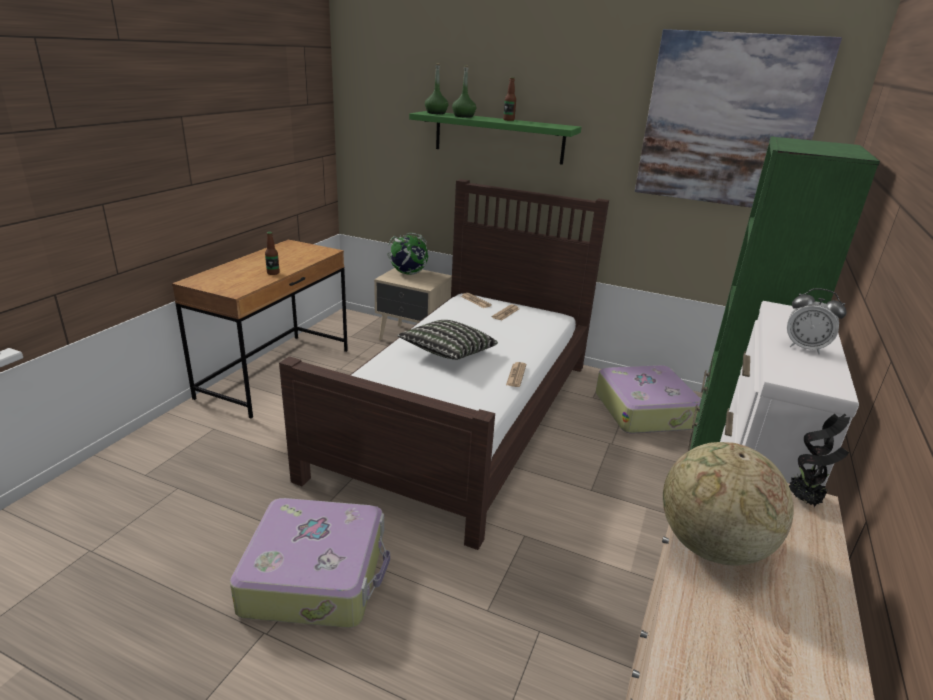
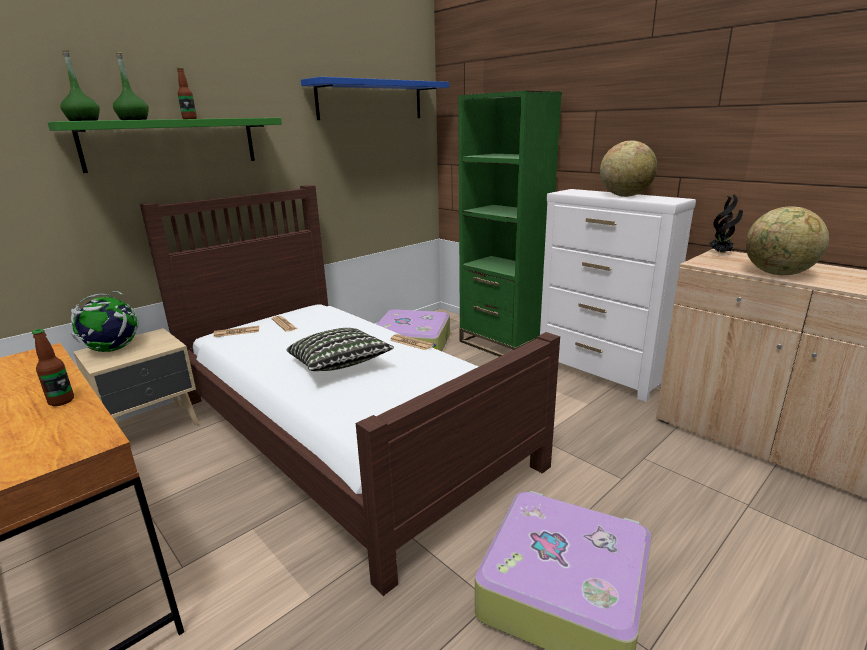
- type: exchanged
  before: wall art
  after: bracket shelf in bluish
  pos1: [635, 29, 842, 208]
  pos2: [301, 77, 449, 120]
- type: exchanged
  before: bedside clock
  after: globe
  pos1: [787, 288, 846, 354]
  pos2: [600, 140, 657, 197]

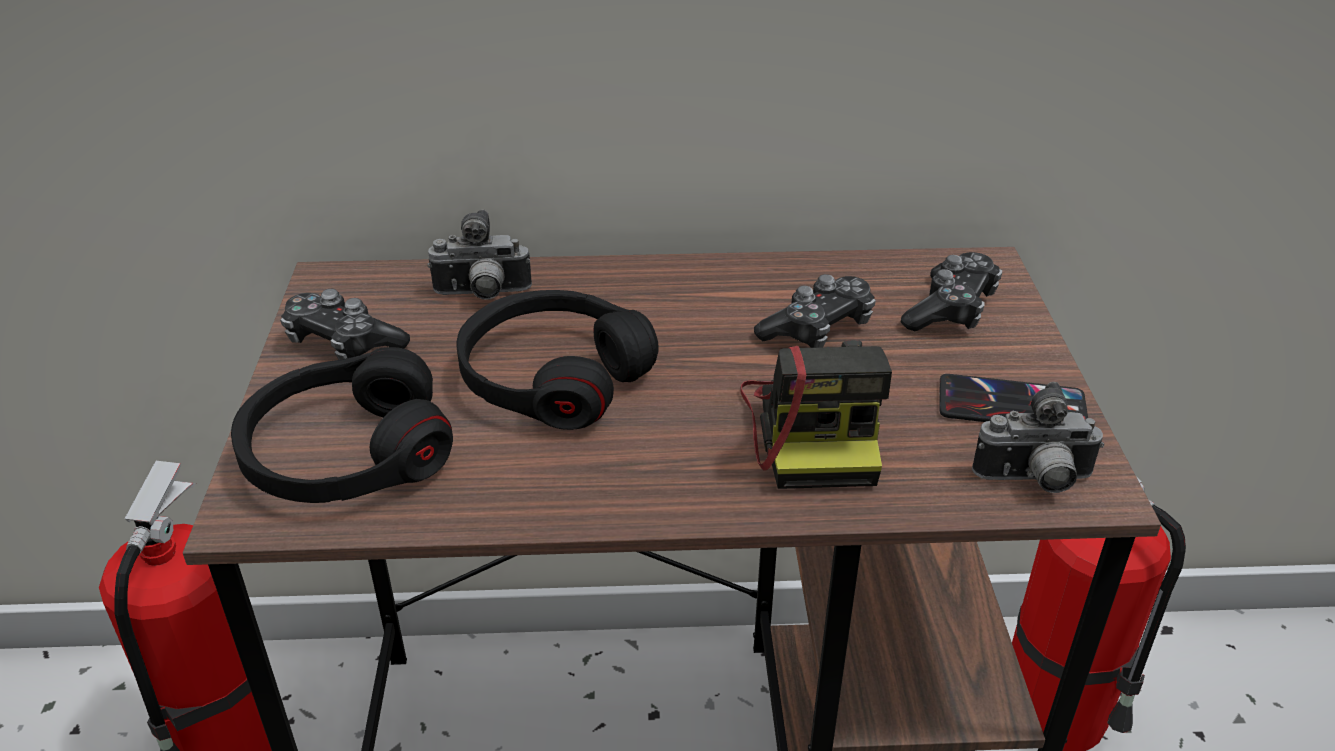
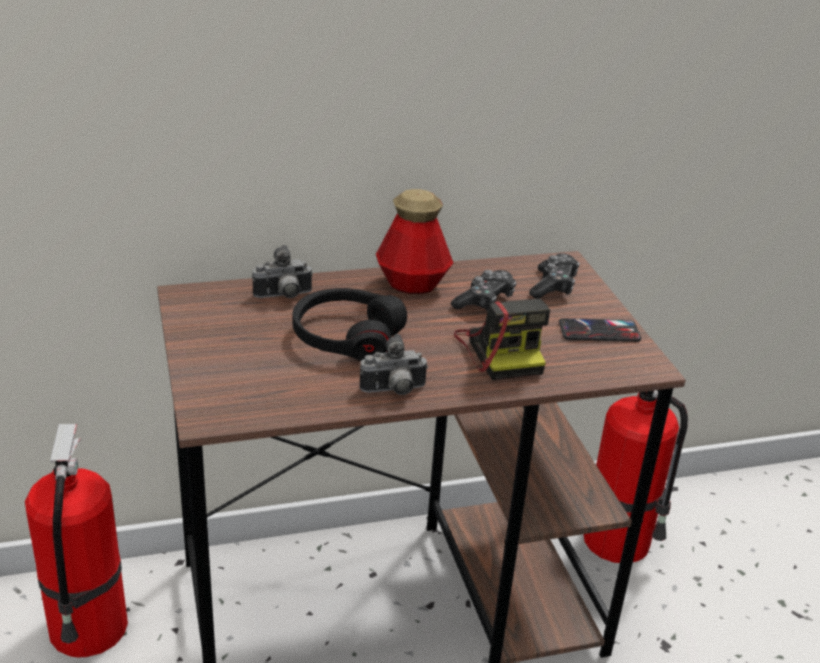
- type: missing
  before: headphones in black
  pos1: [231, 347, 453, 503]
- type: missing
  before: game controller
  pos1: [280, 288, 410, 360]
- type: appeared
  after: beverage bottle
  pos2: [376, 189, 453, 294]
- type: relocated
  before: photo camera
  pos1: [972, 382, 1104, 493]
  pos2: [360, 334, 428, 395]

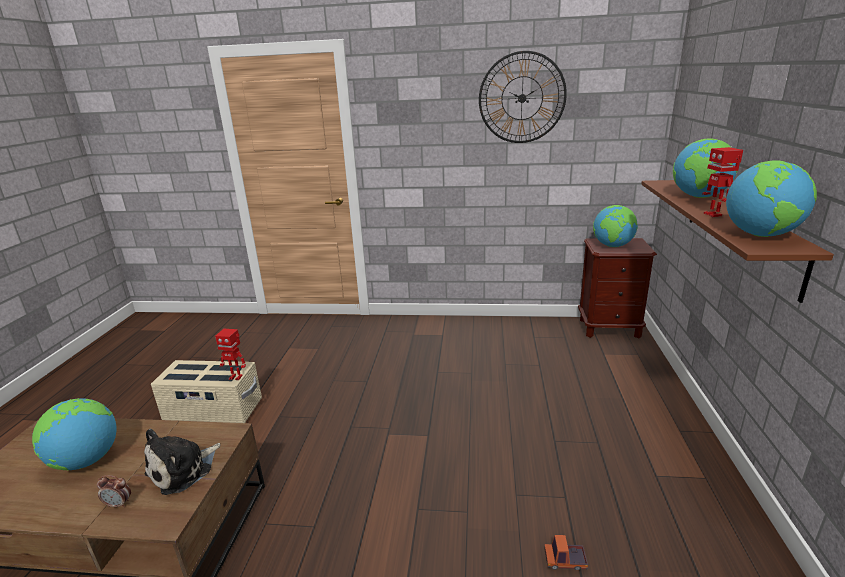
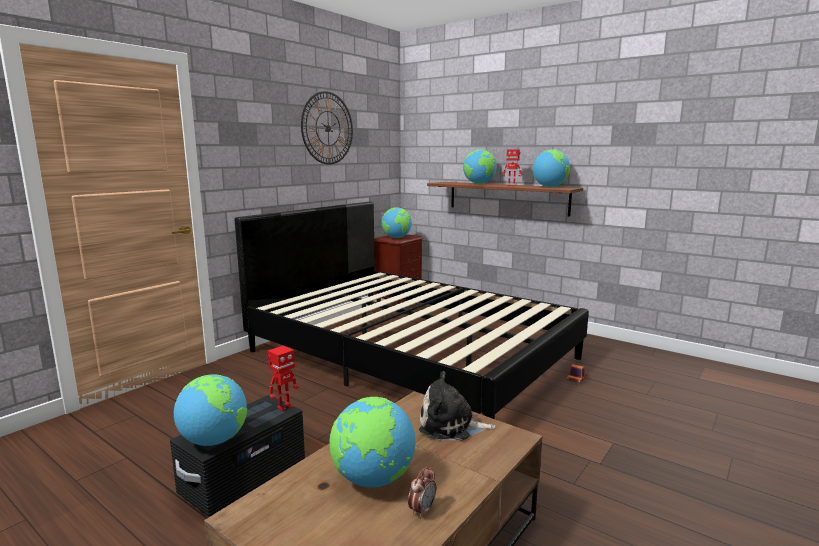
- type: appeared
  after: globe
  pos2: [174, 374, 247, 446]
- type: appeared
  after: bed in black
  pos2: [235, 202, 589, 419]
- type: relocated
  before: bedside clock
  pos1: [97, 475, 131, 508]
  pos2: [408, 467, 436, 519]
- type: colour
  before: storage container in beige
  after: storage container in black
  pos1: [151, 360, 262, 423]
  pos2: [170, 395, 305, 517]
- type: spun
  before: soft toy
  pos1: [144, 428, 220, 495]
  pos2: [419, 371, 496, 441]
  turn: 120

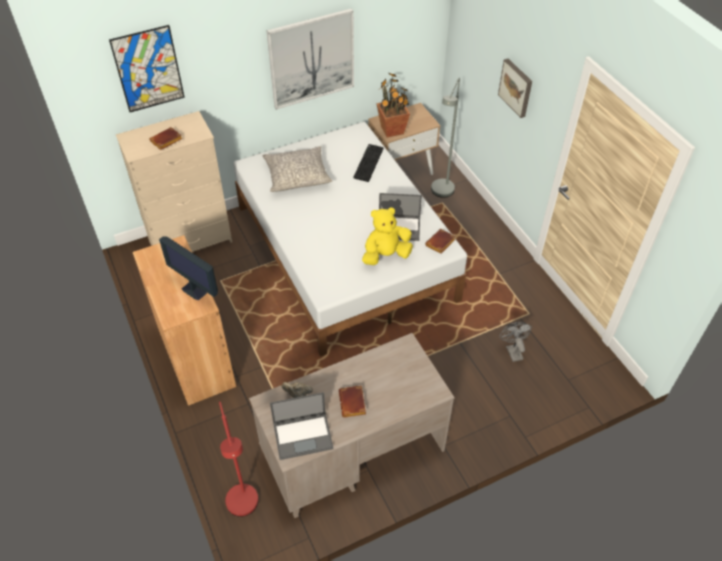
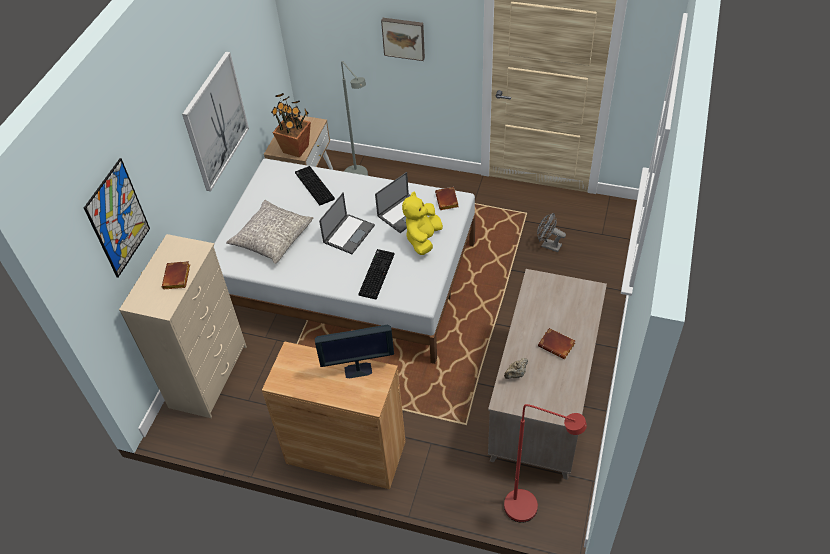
- type: appeared
  after: keyboard
  pos2: [358, 249, 394, 299]
- type: relocated
  before: laptop
  pos1: [270, 392, 334, 460]
  pos2: [319, 192, 375, 254]

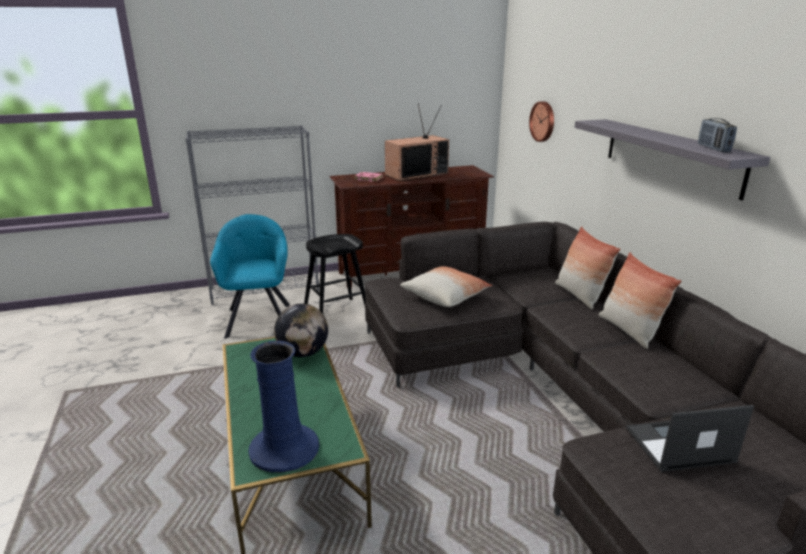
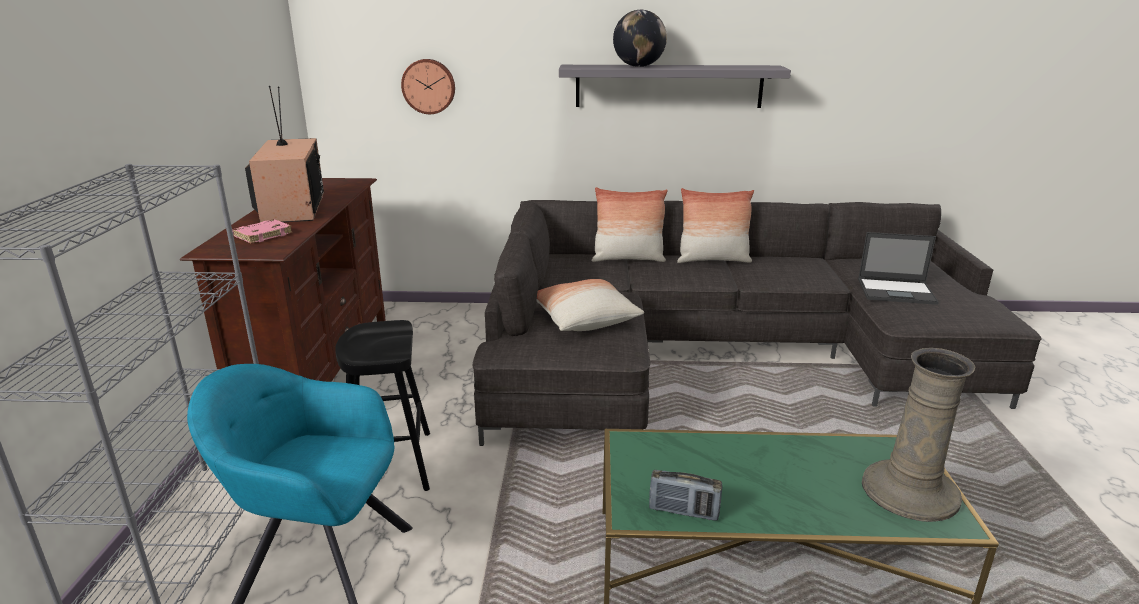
- type: relocated
  before: globe
  pos1: [274, 304, 328, 357]
  pos2: [613, 10, 667, 67]
- type: relocated
  before: radio
  pos1: [698, 118, 737, 152]
  pos2: [649, 470, 722, 521]
- type: colour
  before: decorative vase in bluish
  after: decorative vase in beige
  pos1: [248, 341, 320, 473]
  pos2: [862, 348, 975, 522]
- type: spun
  before: laptop
  pos1: [626, 405, 754, 472]
  pos2: [858, 232, 939, 305]
  turn: -90

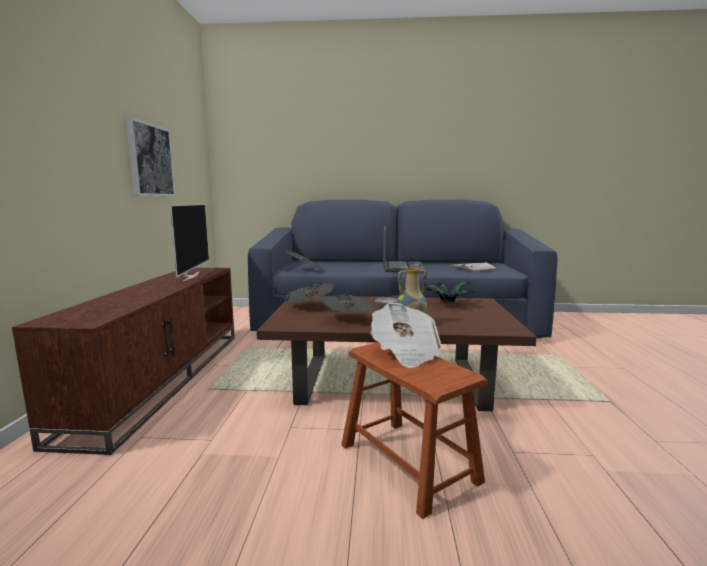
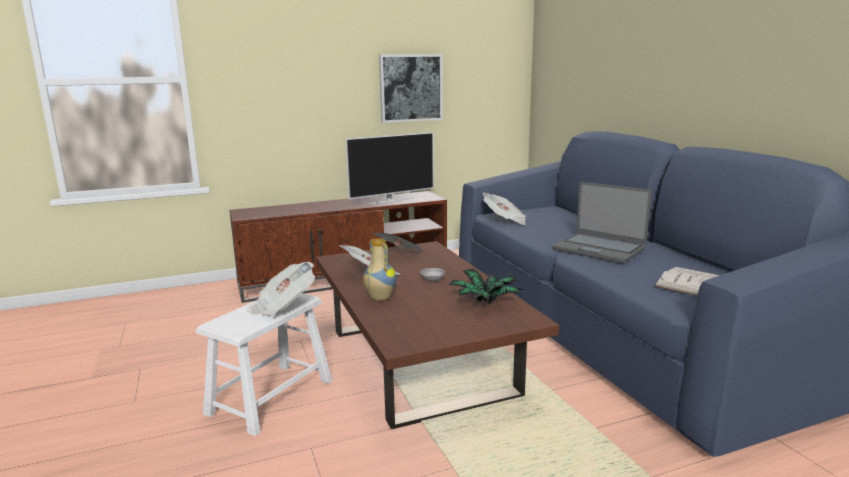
- type: colour
  before: sitting stool in brown
  after: sitting stool in whitish
  pos1: [341, 342, 488, 519]
  pos2: [196, 293, 332, 436]
- type: spun
  before: laptop
  pos1: [383, 226, 425, 272]
  pos2: [553, 182, 652, 263]
  turn: 60

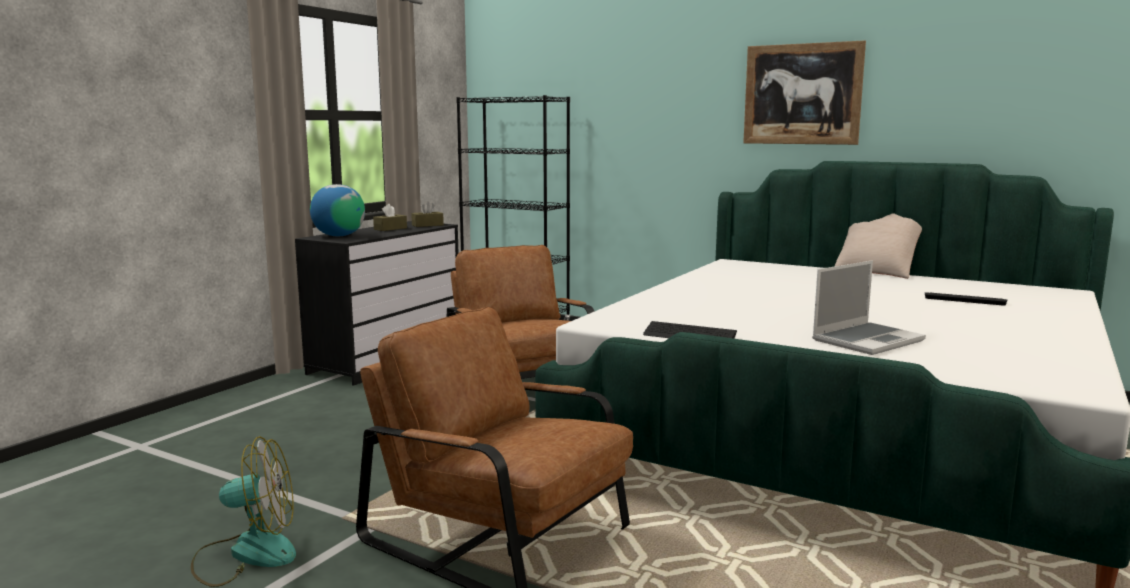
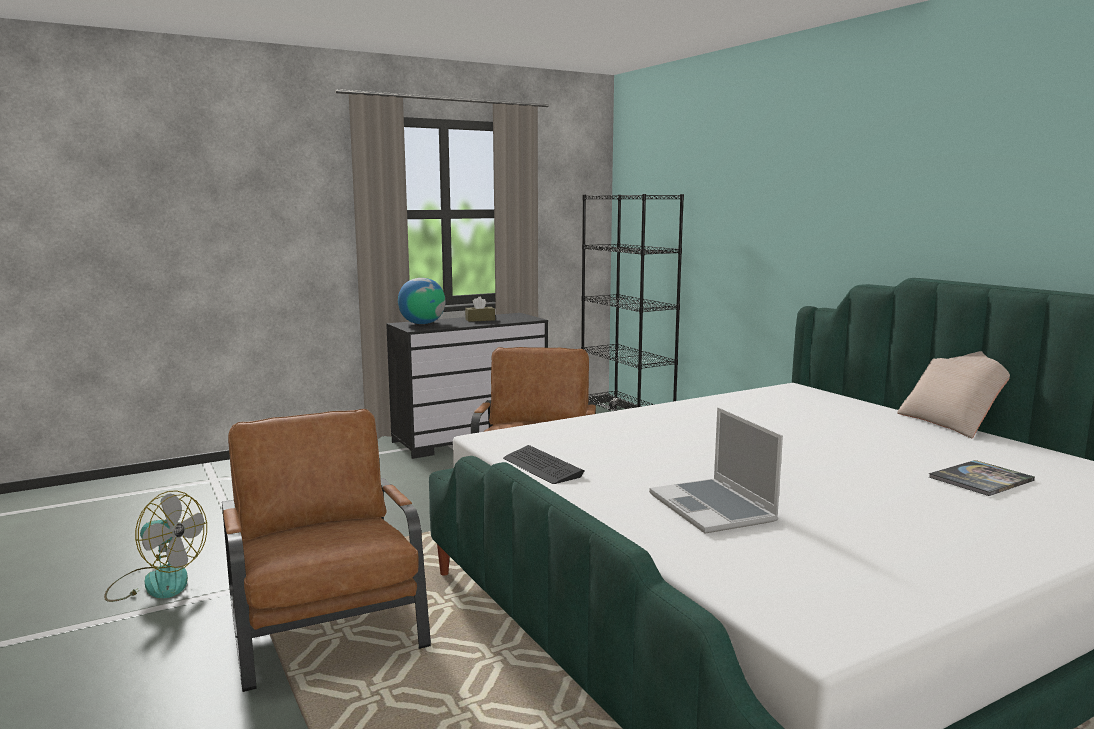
- type: missing
  before: box of tissues in brown
  pos1: [411, 201, 444, 227]
- type: missing
  before: wall art
  pos1: [743, 40, 866, 145]
- type: exchanged
  before: keyboard
  after: book
  pos1: [925, 292, 1008, 306]
  pos2: [929, 460, 1035, 496]
- type: spun
  before: laptop
  pos1: [812, 260, 926, 355]
  pos2: [649, 407, 783, 534]
  turn: 75

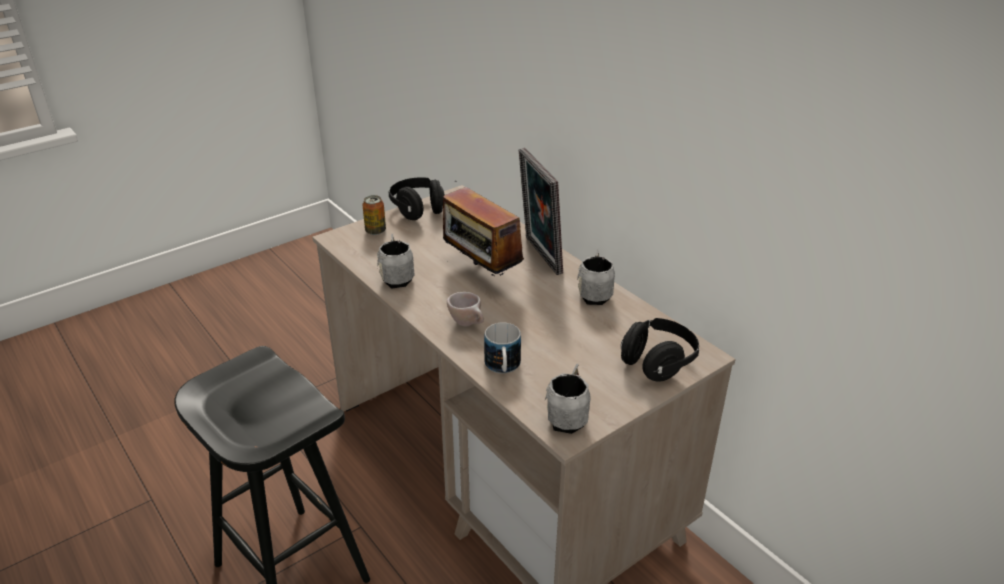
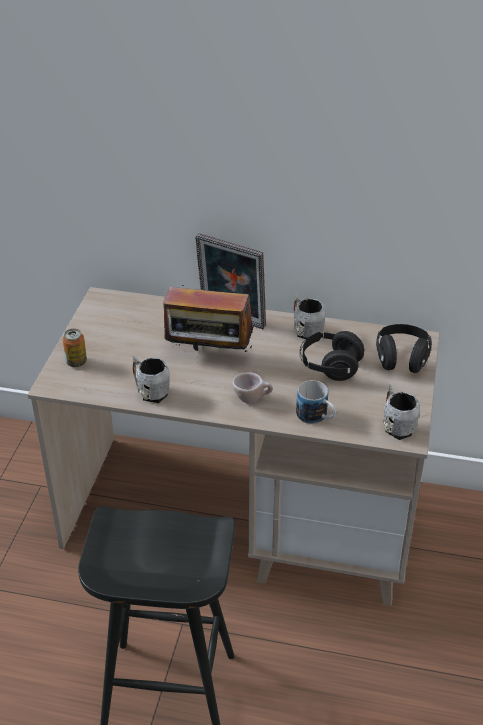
- type: relocated
  before: headphones in black
  pos1: [389, 177, 445, 220]
  pos2: [300, 331, 364, 381]

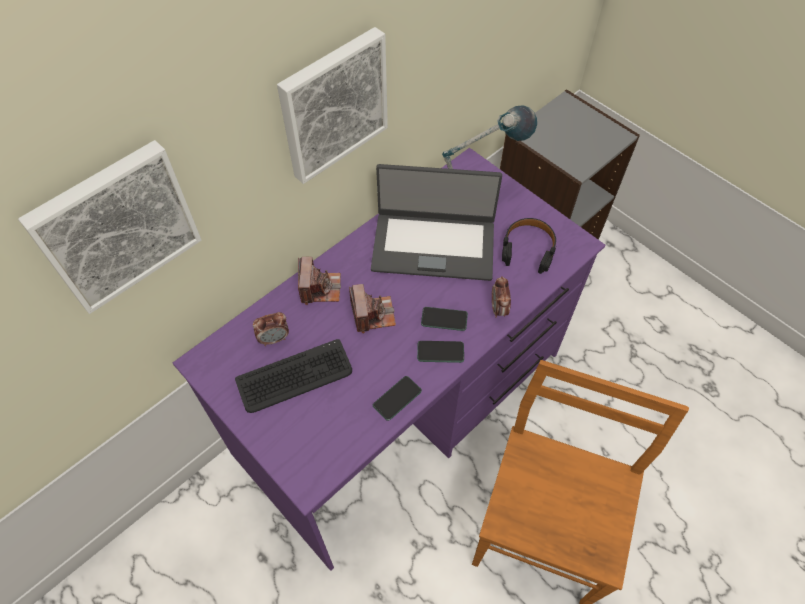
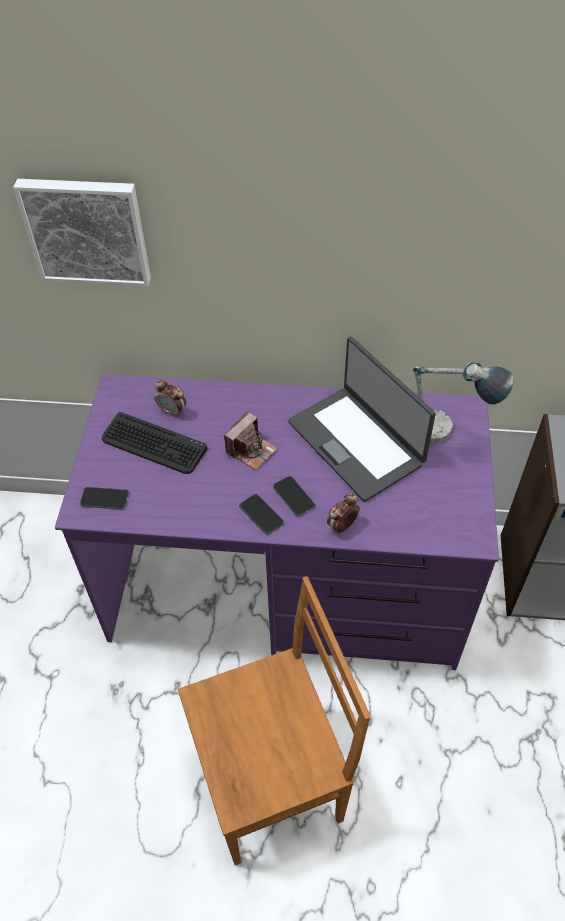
- type: missing
  before: wall art
  pos1: [277, 27, 388, 184]
- type: missing
  before: photo camera
  pos1: [298, 257, 341, 305]
- type: missing
  before: headphones in black
  pos1: [502, 218, 556, 274]
- type: relocated
  before: telephone
  pos1: [373, 376, 422, 421]
  pos2: [80, 487, 129, 510]

